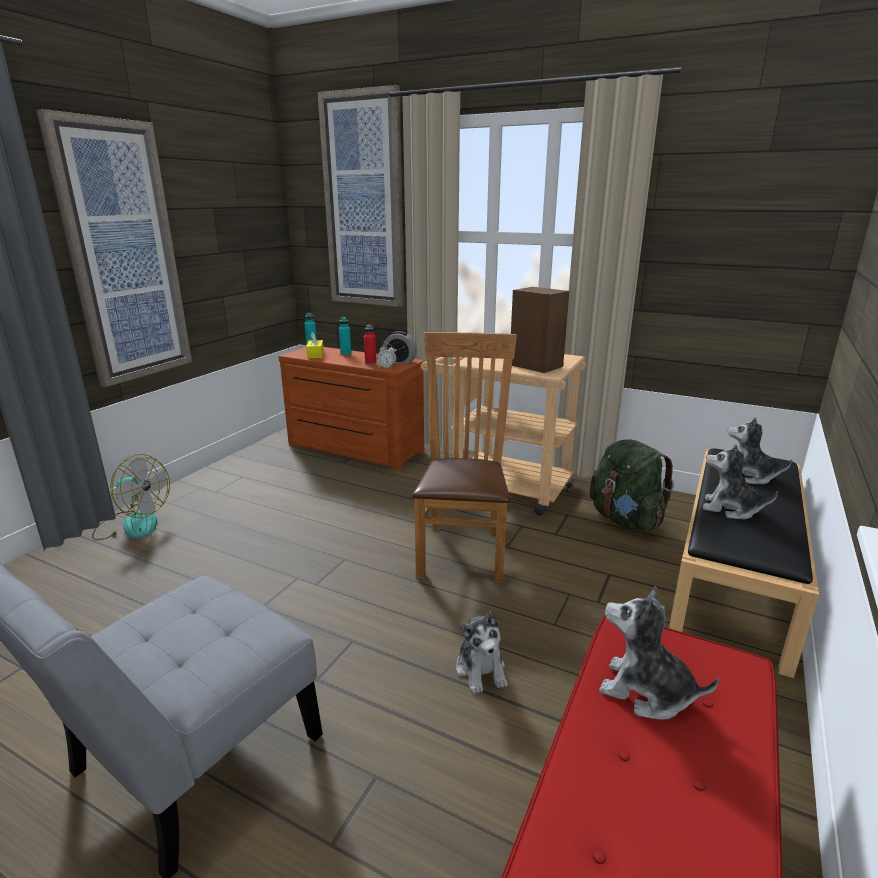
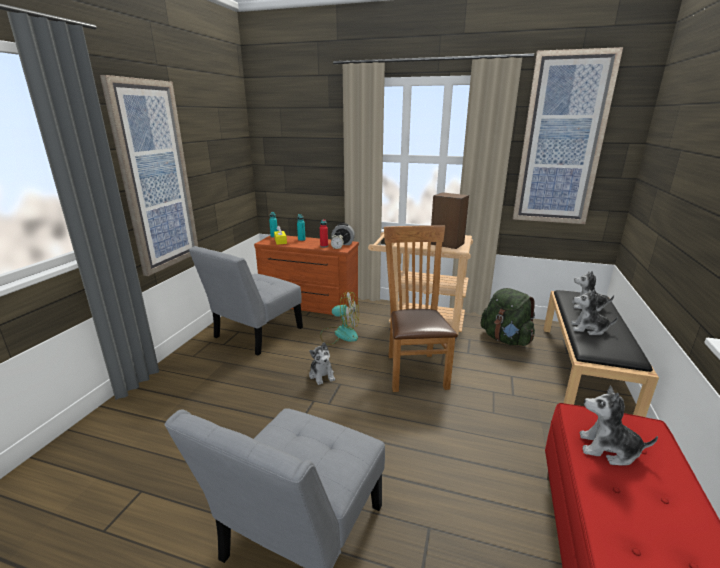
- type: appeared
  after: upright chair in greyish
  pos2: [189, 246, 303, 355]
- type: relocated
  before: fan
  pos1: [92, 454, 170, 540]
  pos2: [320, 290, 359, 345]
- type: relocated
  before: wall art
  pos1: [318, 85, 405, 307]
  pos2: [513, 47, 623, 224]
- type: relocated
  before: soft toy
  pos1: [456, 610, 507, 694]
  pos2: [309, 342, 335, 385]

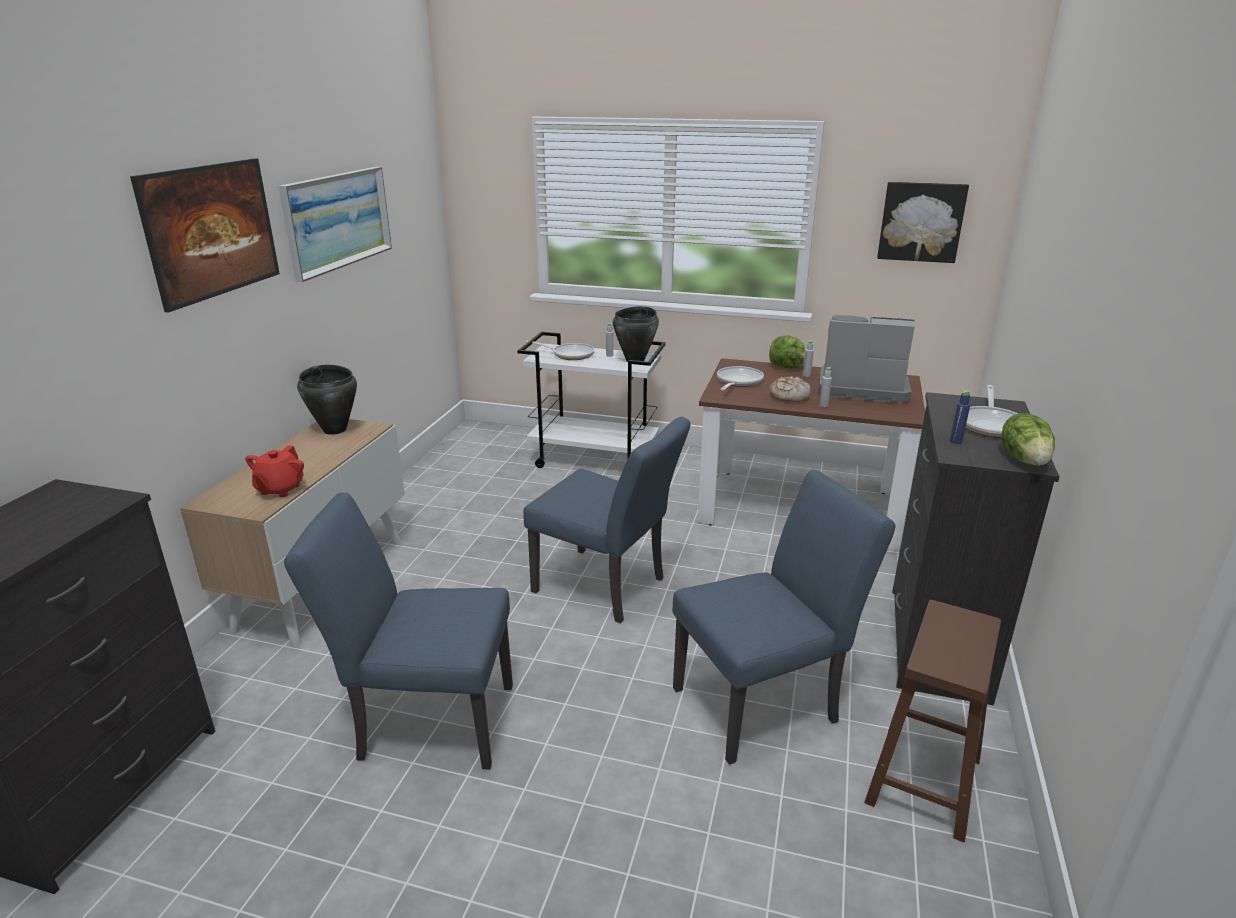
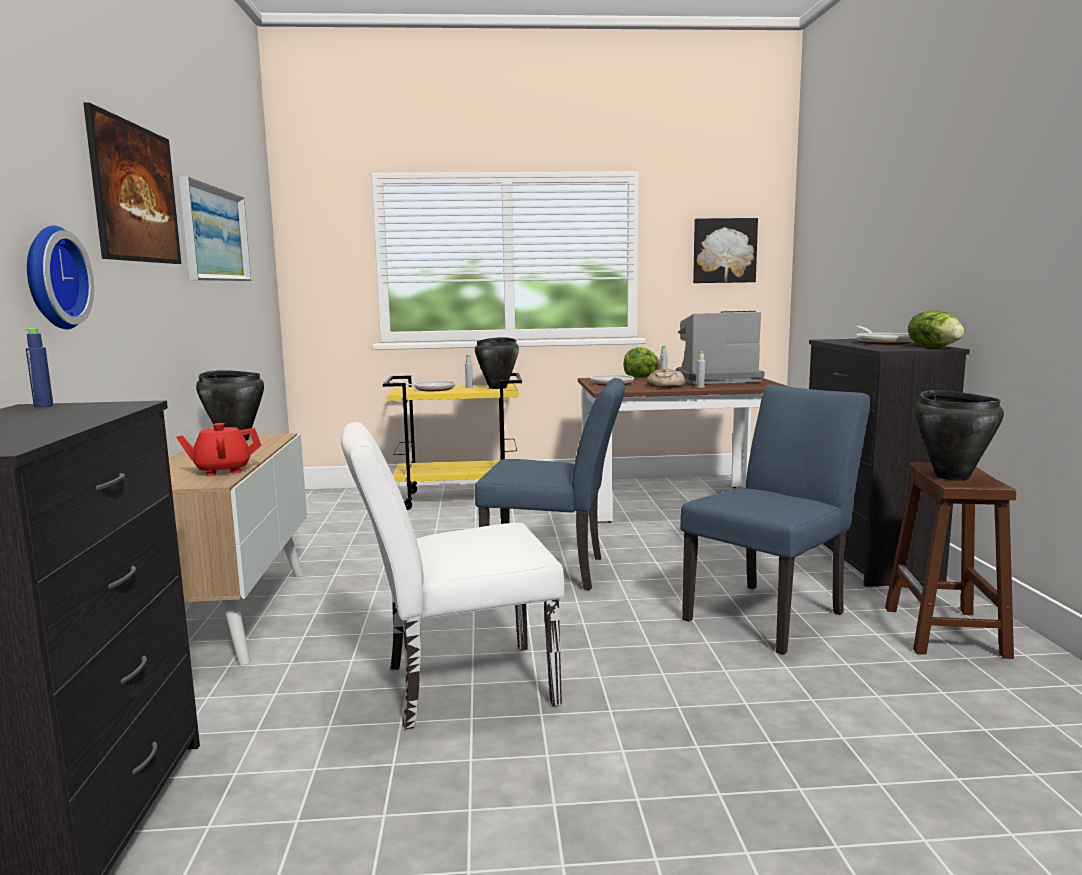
- type: appeared
  after: clock on the wall
  pos2: [27, 225, 94, 329]
- type: appeared
  after: saucepot in black
  pos2: [915, 390, 1004, 481]
- type: relocated
  before: beverage bottle in bluish
  pos1: [950, 390, 970, 444]
  pos2: [25, 328, 53, 407]
- type: colour
  before: upright chair in bluish
  after: upright chair in whitish
  pos1: [284, 492, 513, 770]
  pos2: [341, 422, 564, 729]
- type: colour
  before: trolley in whitish
  after: trolley in yellow-coloured
  pos1: [517, 332, 666, 468]
  pos2: [383, 373, 522, 510]
- type: spun
  before: teapot in red-coloured
  pos1: [245, 445, 304, 497]
  pos2: [176, 423, 261, 476]
  turn: 75

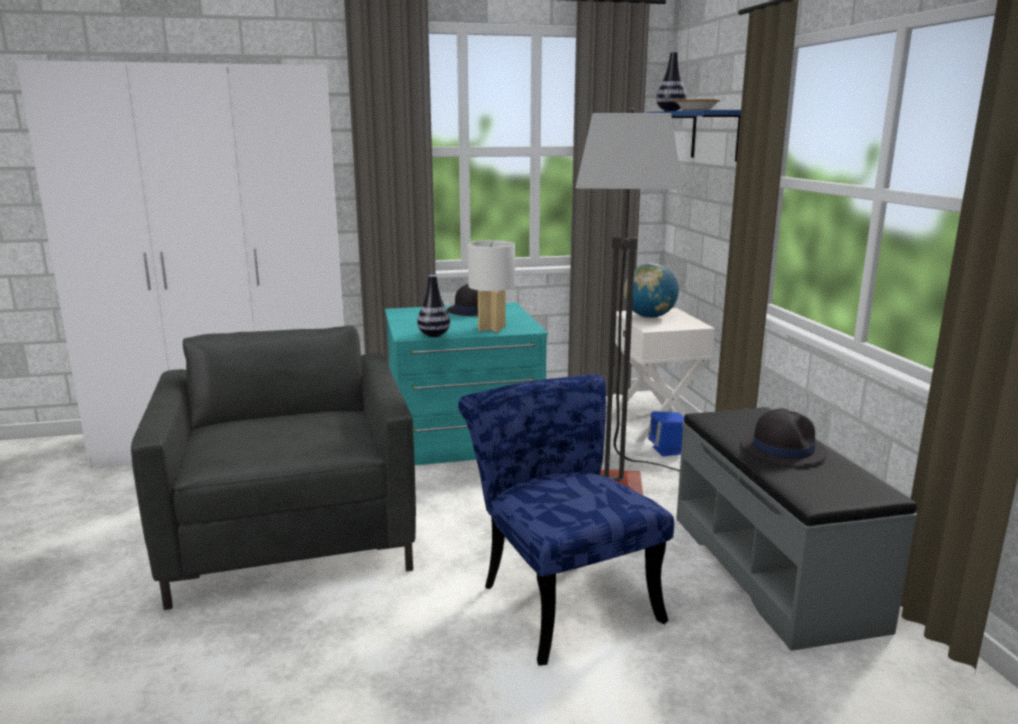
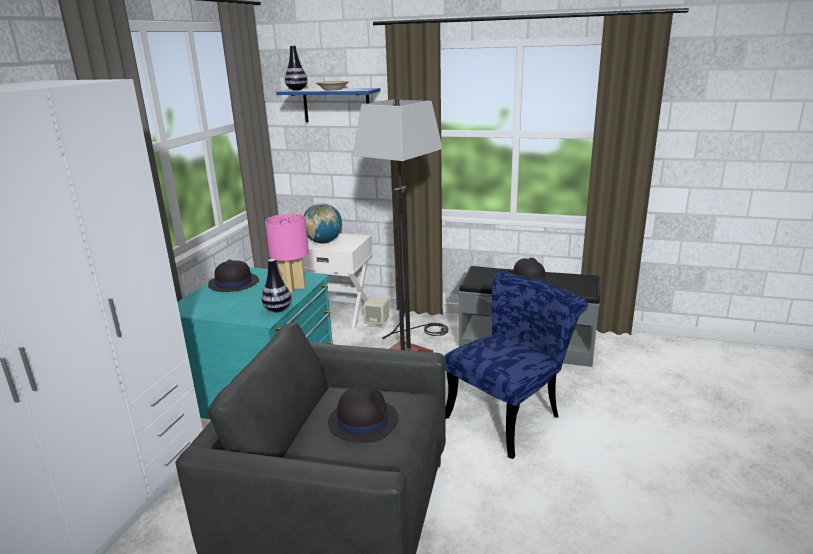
- type: appeared
  after: clothing hat in black
  pos2: [328, 387, 399, 443]
- type: colour
  before: table lamp in whitish
  after: table lamp in pink
  pos1: [468, 240, 515, 333]
  pos2: [265, 214, 309, 293]
- type: colour
  before: audio speaker in bluish
  after: audio speaker in beige
  pos1: [648, 412, 684, 457]
  pos2: [364, 297, 389, 328]
- type: spun
  before: upright chair in bluish
  pos1: [458, 374, 674, 665]
  pos2: [444, 272, 588, 459]
  turn: 135

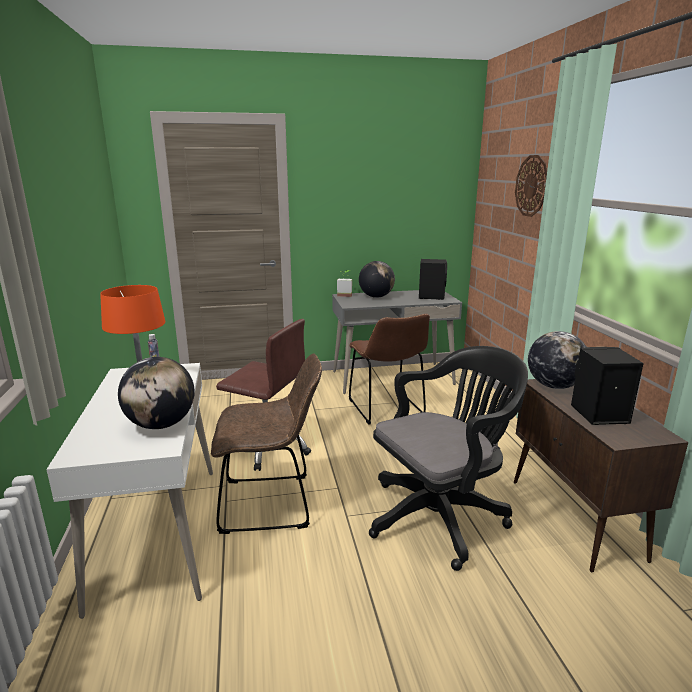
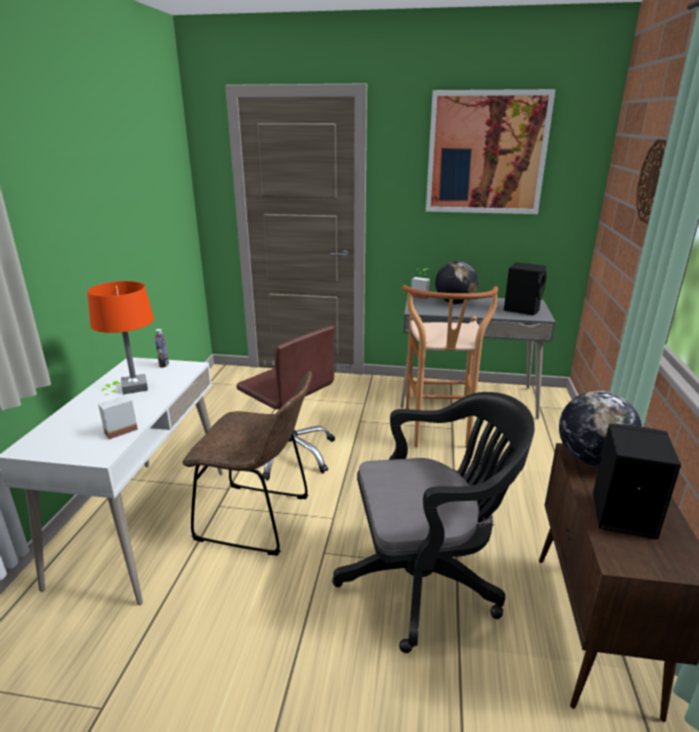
- type: appeared
  after: wall art
  pos2: [426, 89, 556, 214]
- type: exchanged
  before: globe
  after: plant in a pot
  pos1: [118, 357, 195, 429]
  pos2: [98, 381, 138, 439]
- type: exchanged
  before: upright chair in brown
  after: sitting stool in brown
  pos1: [349, 314, 430, 425]
  pos2: [402, 285, 498, 448]

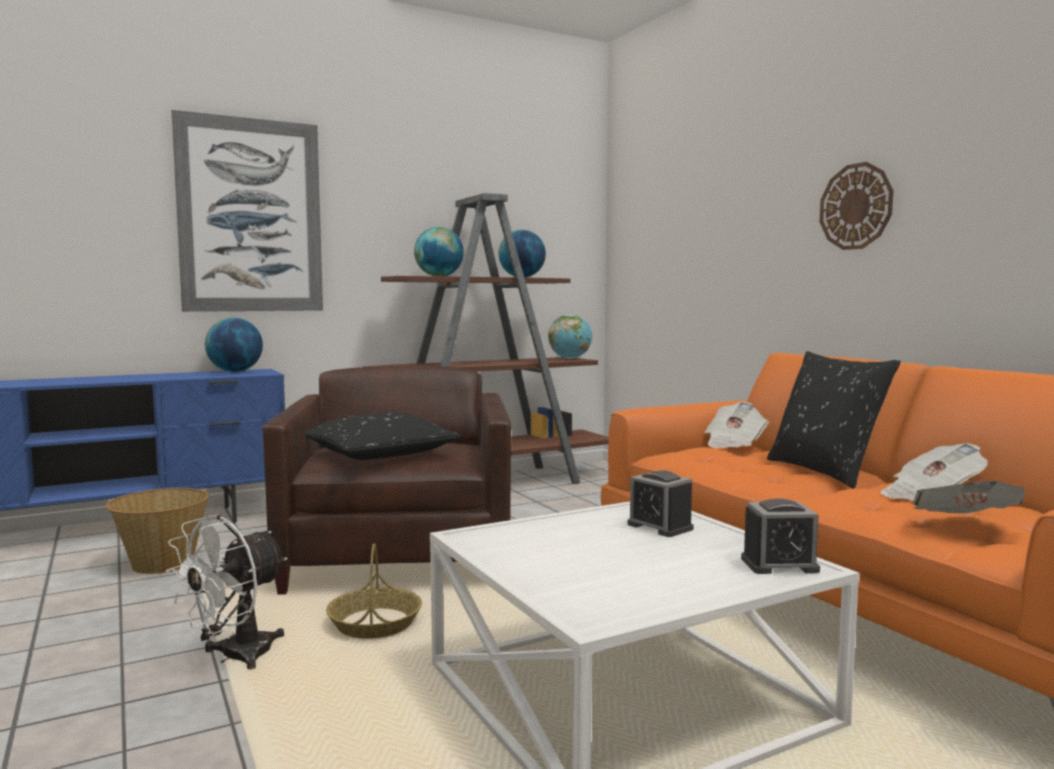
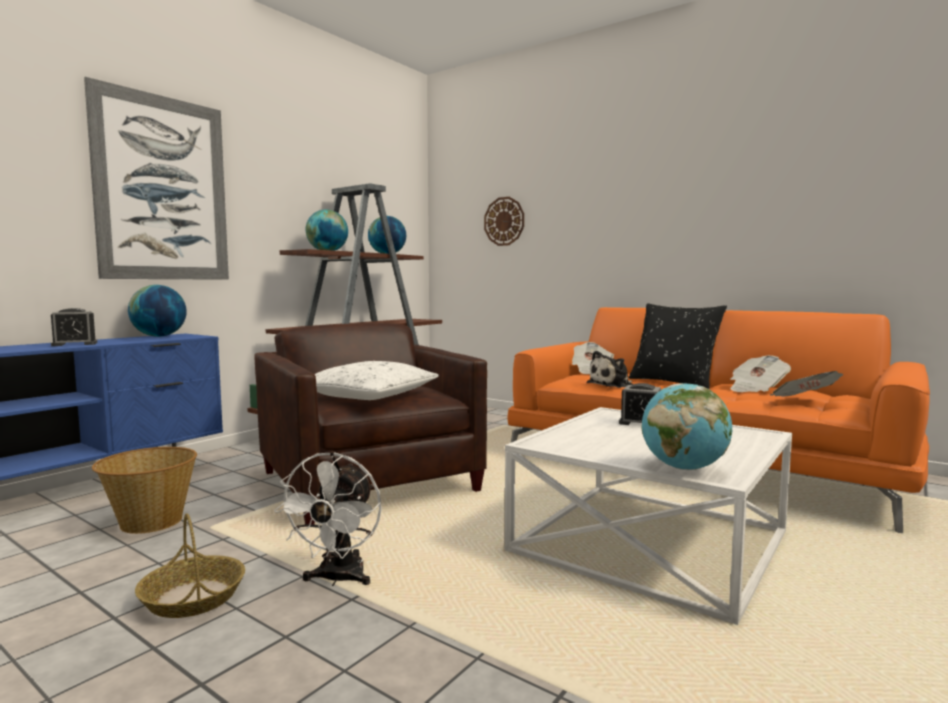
- type: appeared
  after: soft toy
  pos2: [587, 351, 633, 388]
- type: relocated
  before: storage basket
  pos1: [326, 543, 422, 639]
  pos2: [135, 513, 245, 618]
- type: relocated
  before: globe
  pos1: [548, 314, 592, 359]
  pos2: [642, 383, 732, 470]
- type: relocated
  before: bedside clock
  pos1: [741, 498, 820, 574]
  pos2: [51, 308, 97, 346]
- type: relocated
  before: clock on the wall
  pos1: [820, 162, 893, 250]
  pos2: [484, 197, 524, 246]
- type: colour
  before: pillow in black
  after: pillow in whitish
  pos1: [305, 413, 462, 460]
  pos2: [315, 361, 439, 400]

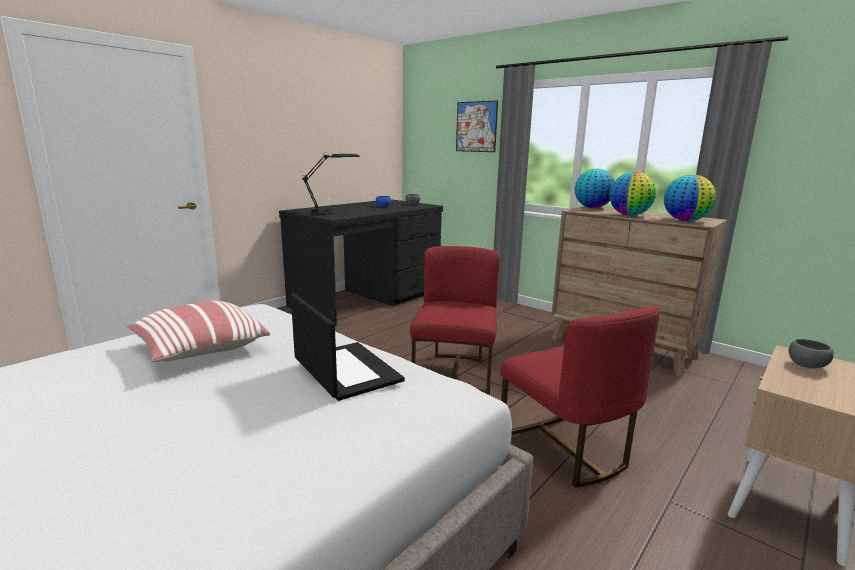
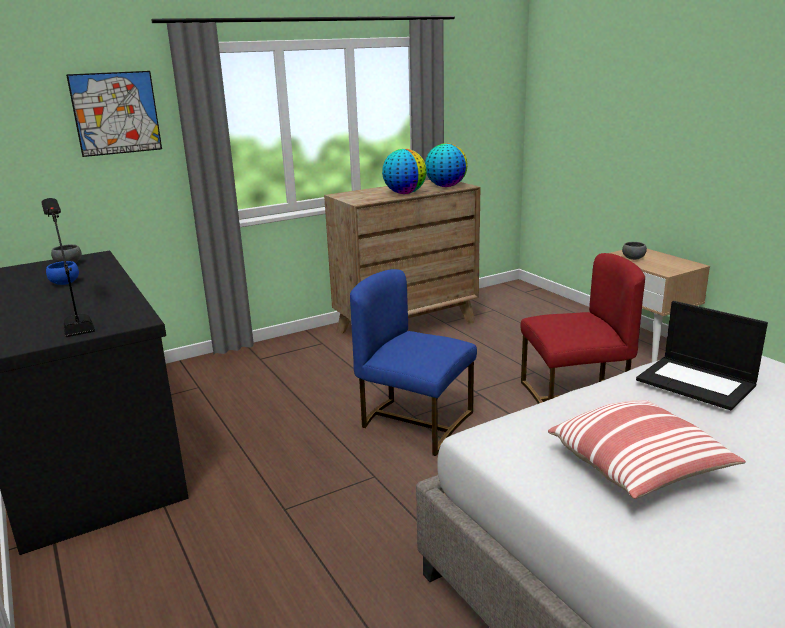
- type: missing
  before: globe
  pos1: [575, 169, 614, 208]
- type: colour
  before: upright chair in red-coloured
  after: upright chair in bluish
  pos1: [410, 246, 500, 395]
  pos2: [350, 269, 477, 456]
- type: spun
  before: laptop
  pos1: [291, 293, 405, 401]
  pos2: [636, 301, 768, 411]
  turn: -120

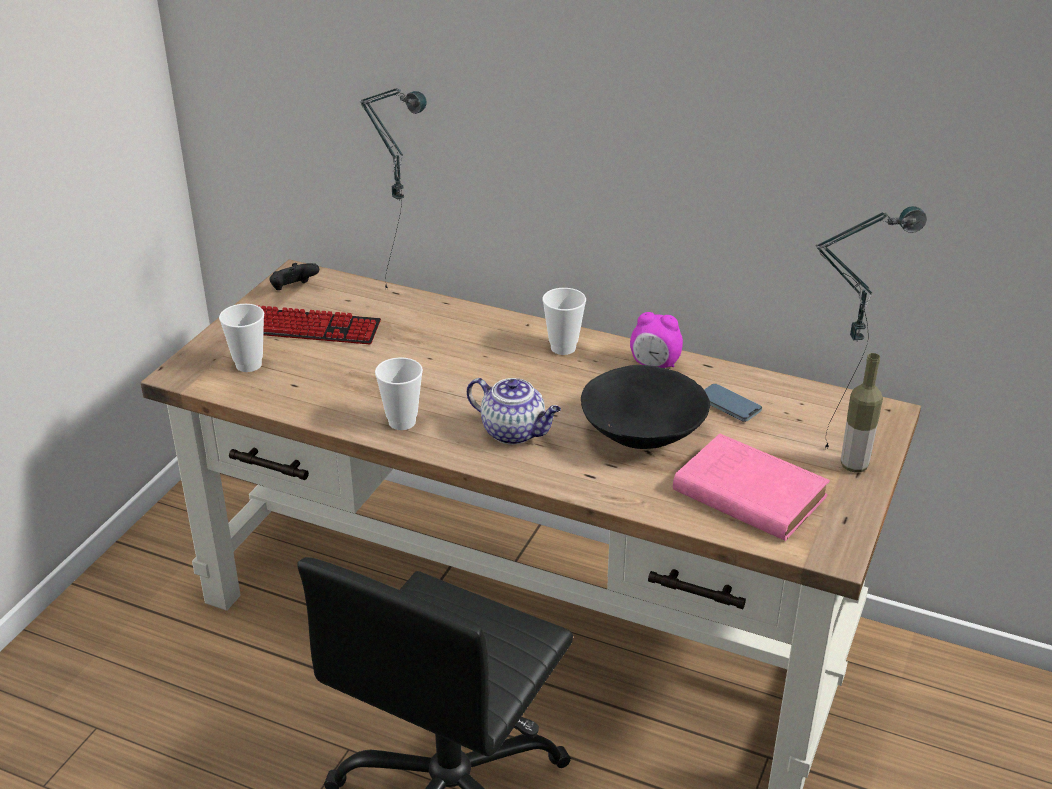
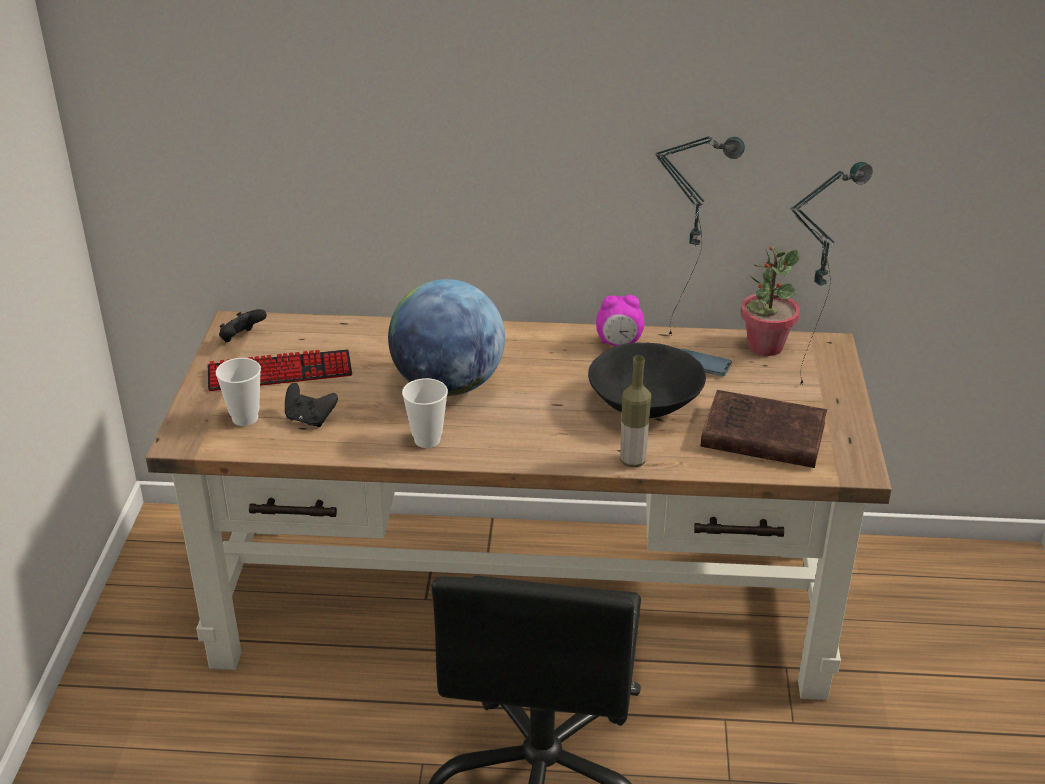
- type: missing
  before: teapot
  pos1: [467, 378, 561, 445]
- type: missing
  before: drinking cup
  pos1: [542, 288, 586, 355]
- type: appeared
  after: game controller in black
  pos2: [285, 383, 338, 427]
- type: appeared
  after: globe
  pos2: [388, 279, 505, 396]
- type: appeared
  after: plant in a pot
  pos2: [740, 246, 800, 356]
- type: relocated
  before: table lamp
  pos1: [359, 88, 427, 288]
  pos2: [655, 136, 745, 336]
- type: relocated
  before: beverage bottle
  pos1: [841, 353, 883, 472]
  pos2: [620, 356, 651, 468]
- type: colour
  before: book in pink
  after: book in brown
  pos1: [673, 434, 830, 541]
  pos2: [700, 390, 827, 468]

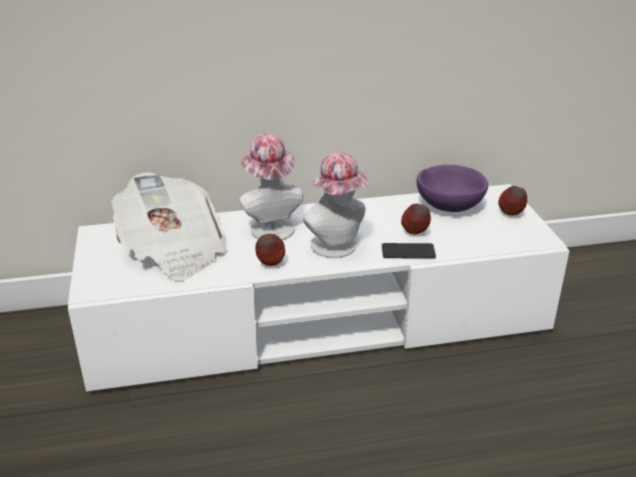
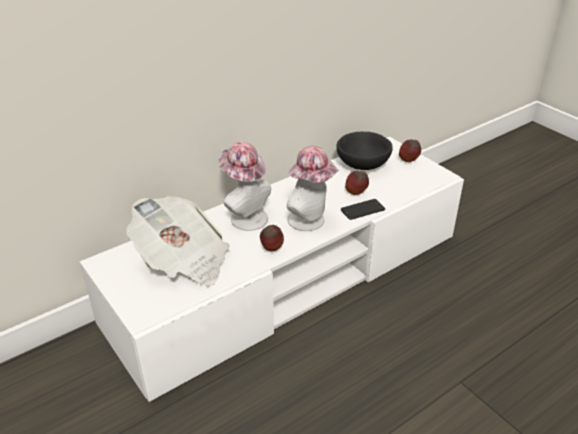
- type: colour
  before: serving bowl in purple-coloured
  after: serving bowl in black
  pos1: [416, 165, 488, 212]
  pos2: [336, 132, 393, 170]

